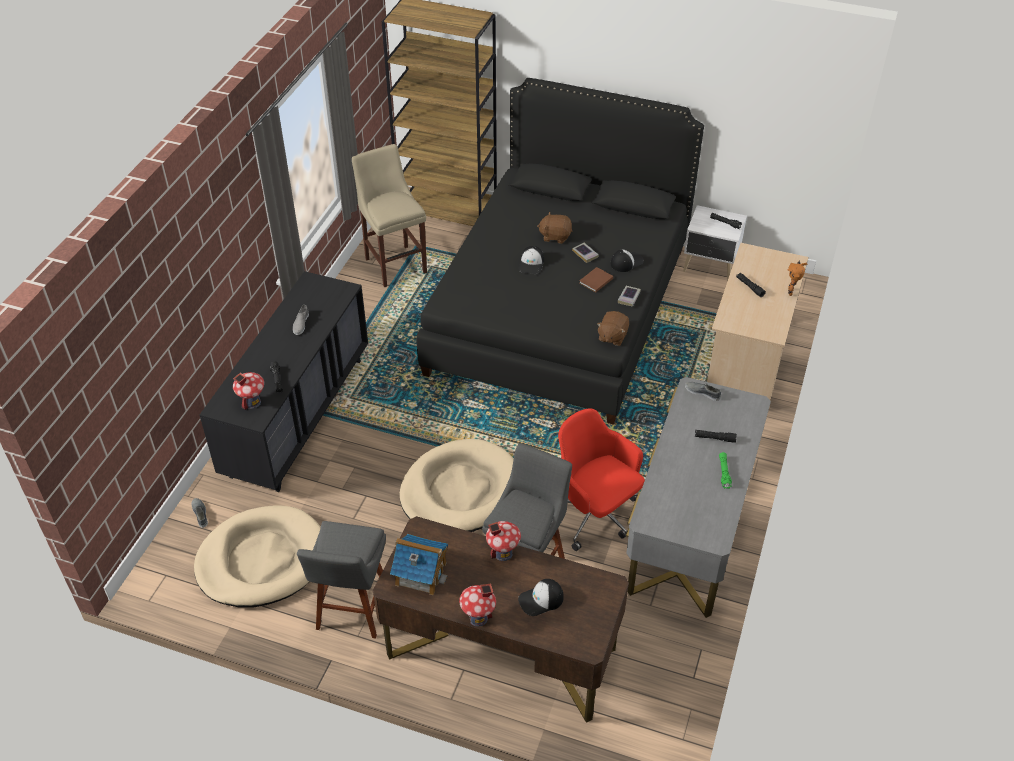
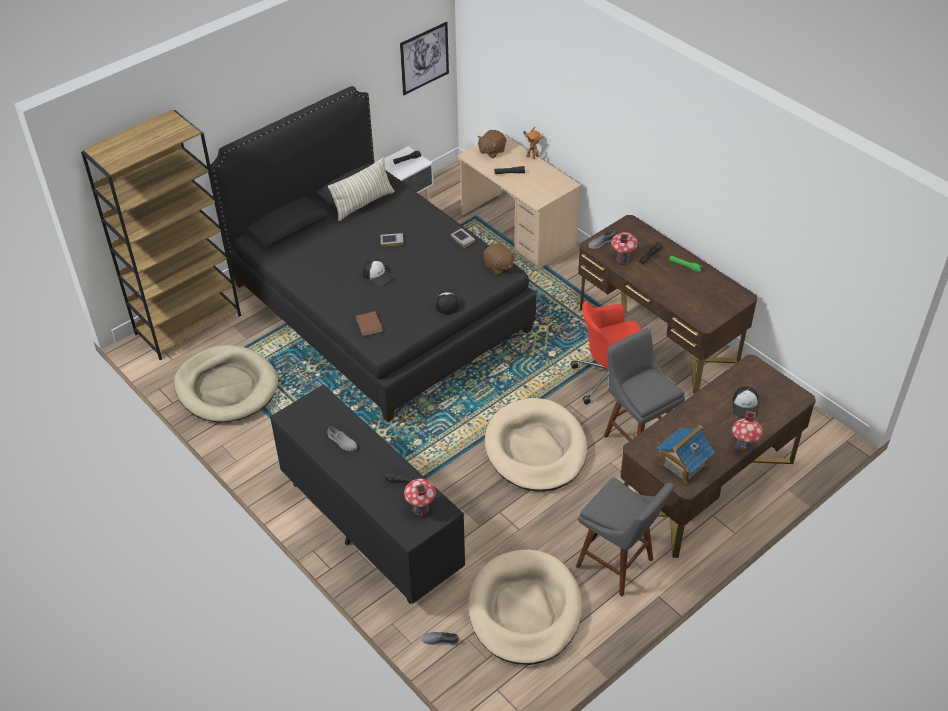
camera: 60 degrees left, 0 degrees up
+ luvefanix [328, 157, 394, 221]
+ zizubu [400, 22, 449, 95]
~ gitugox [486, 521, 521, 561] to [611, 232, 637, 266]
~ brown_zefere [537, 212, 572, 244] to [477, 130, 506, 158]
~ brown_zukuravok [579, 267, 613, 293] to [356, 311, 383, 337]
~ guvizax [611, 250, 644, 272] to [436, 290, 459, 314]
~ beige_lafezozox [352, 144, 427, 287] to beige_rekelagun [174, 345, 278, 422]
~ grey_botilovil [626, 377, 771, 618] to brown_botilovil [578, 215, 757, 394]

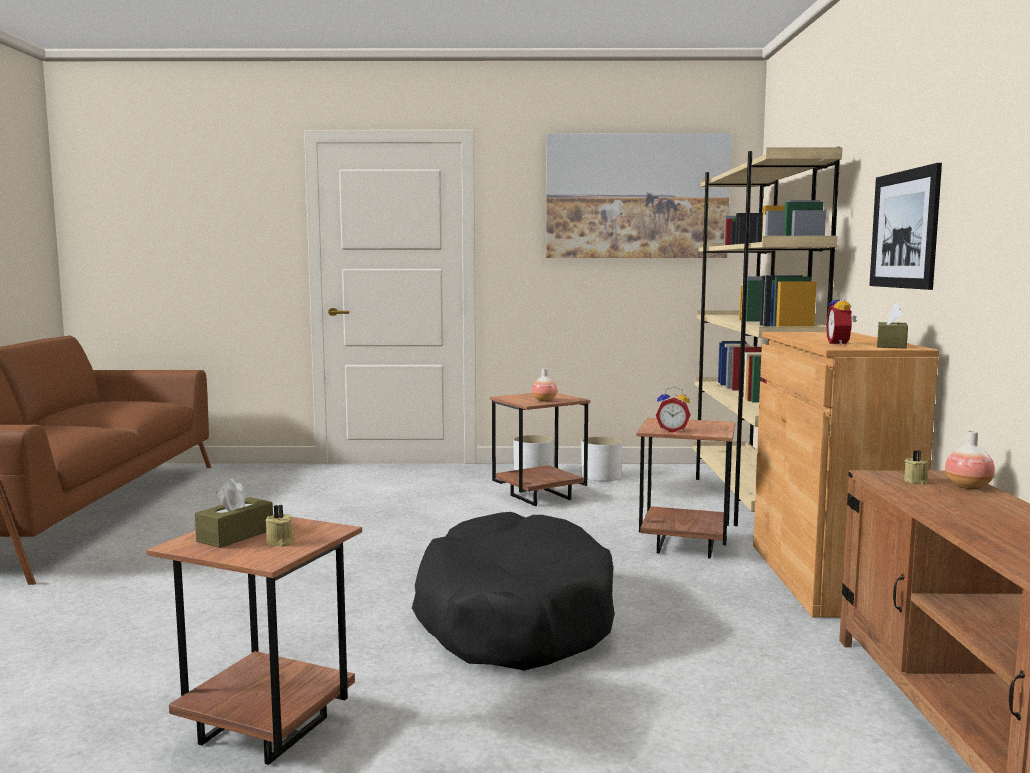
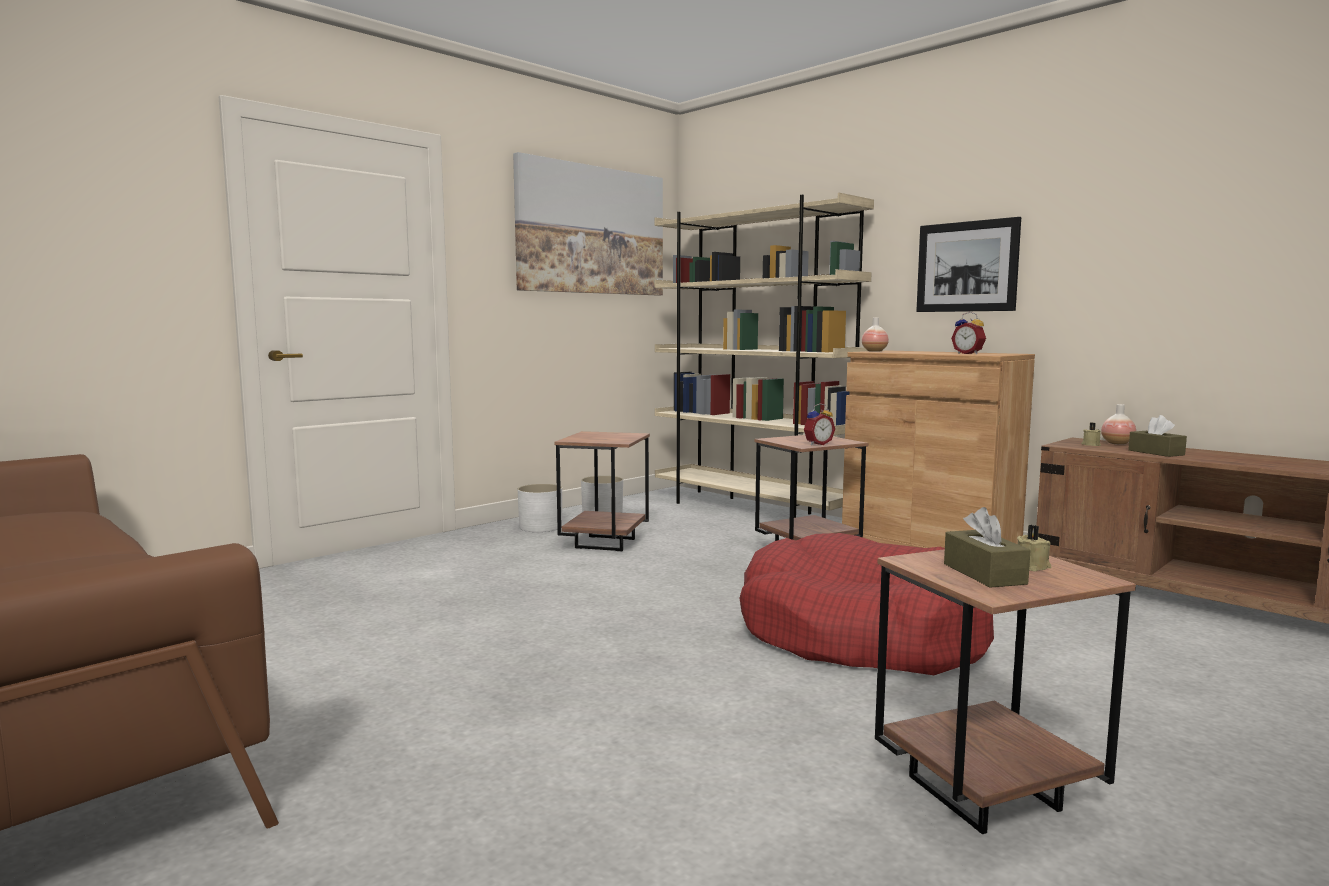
camera: 45 degrees left, 0 degrees up
~ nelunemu [532, 368, 557, 402] to [862, 317, 889, 352]
~ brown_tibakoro [877, 303, 908, 348] to [1128, 415, 1187, 457]
~ black_rekelagun [412, 512, 615, 671] to red_rekelagun [740, 533, 994, 675]

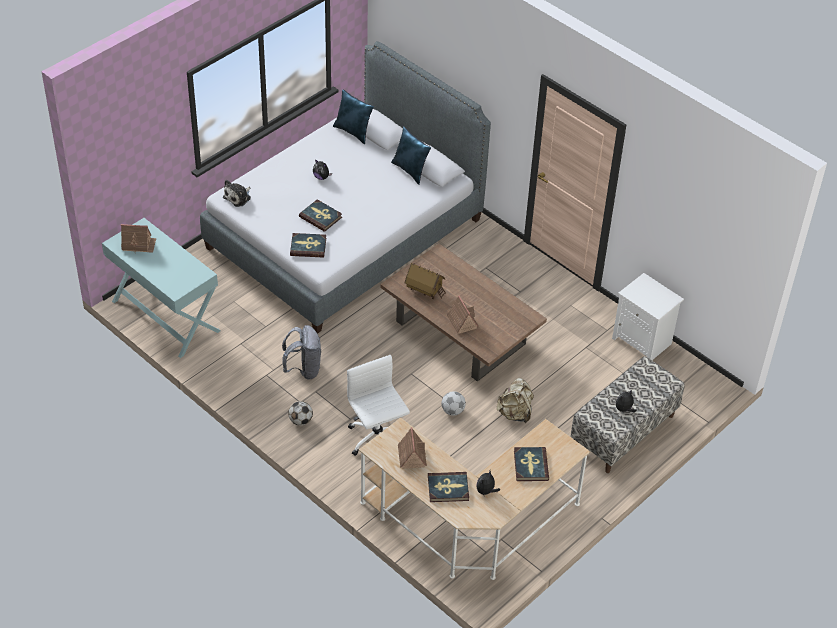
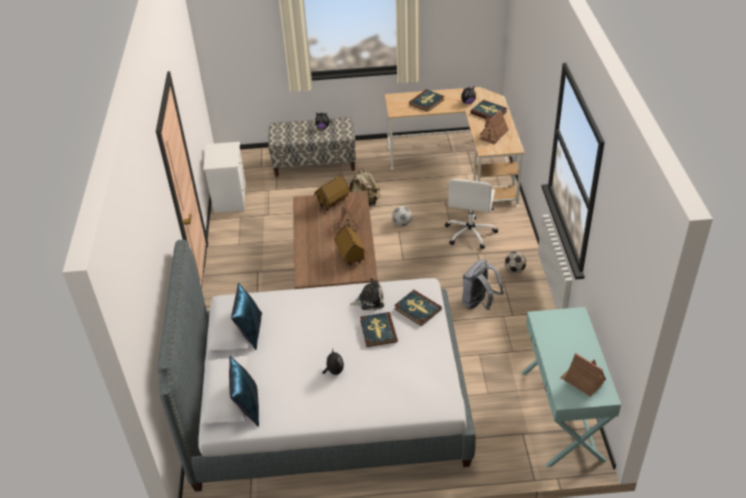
camera: 135 degrees left, 5 degrees down
+ gitugox [314, 174, 350, 215]
~ zefere [223, 180, 251, 207] to [350, 278, 384, 310]

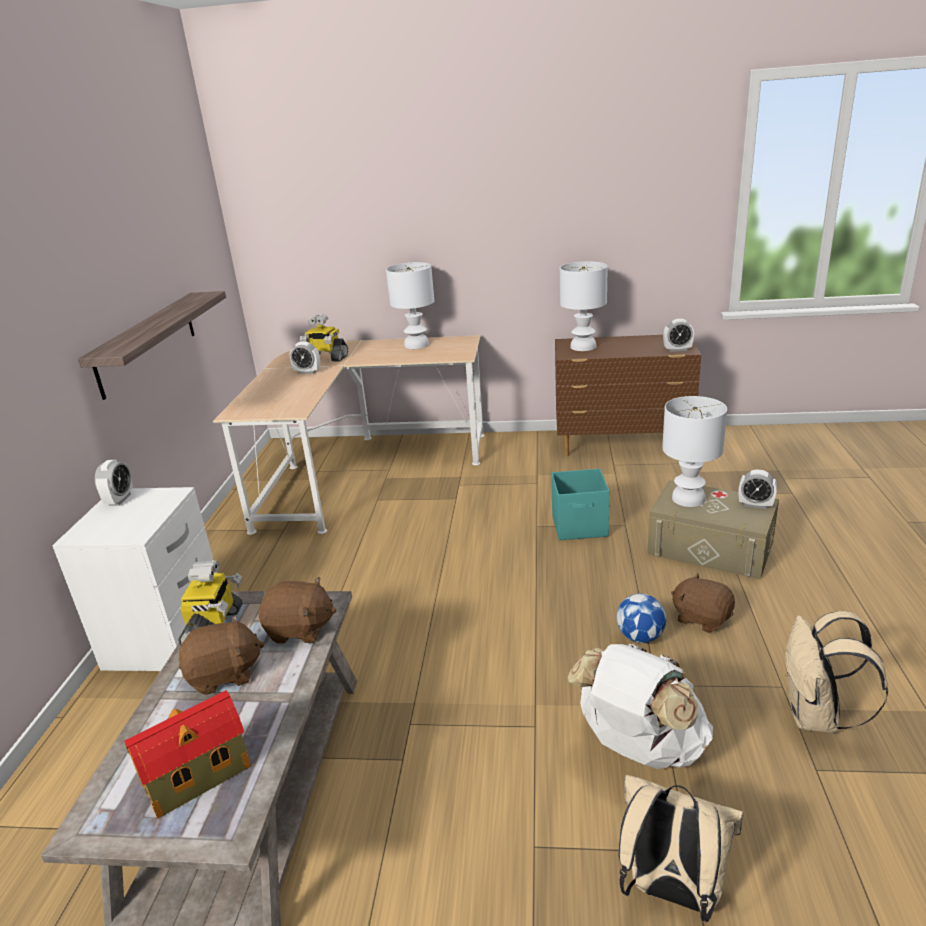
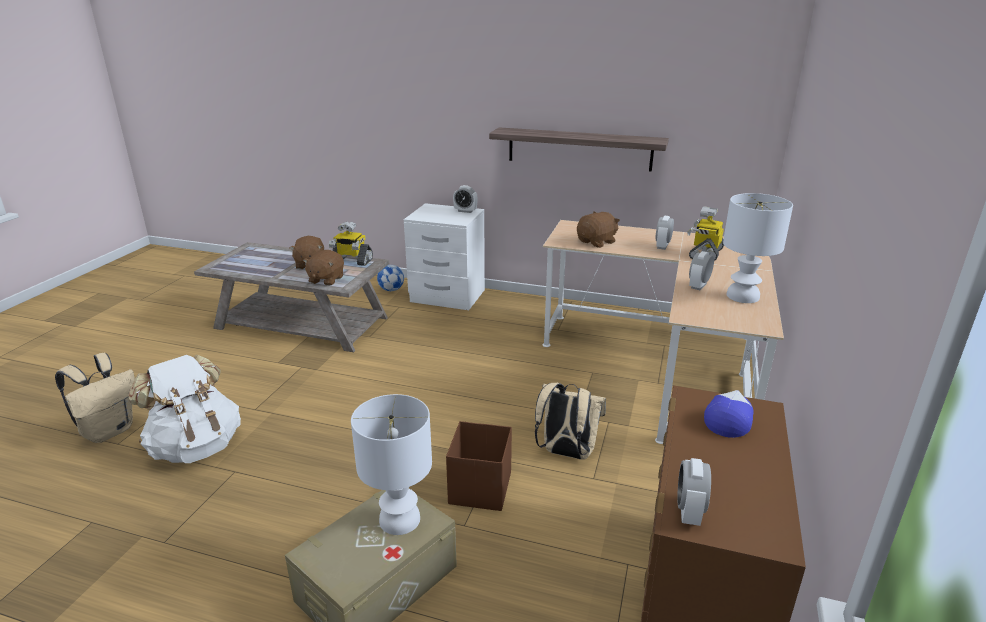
camera: 100 degrees right, 0 degrees up
- gitugox [124, 690, 251, 818]
~ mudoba [616, 593, 666, 643] to [377, 265, 404, 291]
~ brown_zefere [671, 573, 735, 633] to [577, 212, 620, 248]
~ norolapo [739, 469, 777, 509] to [689, 251, 714, 290]
~ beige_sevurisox [785, 611, 888, 733] to [535, 383, 606, 459]
~ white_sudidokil [560, 261, 608, 351] to guvizax [704, 390, 754, 438]
~ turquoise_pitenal [551, 469, 610, 540] to brown_pitenal [446, 421, 512, 511]

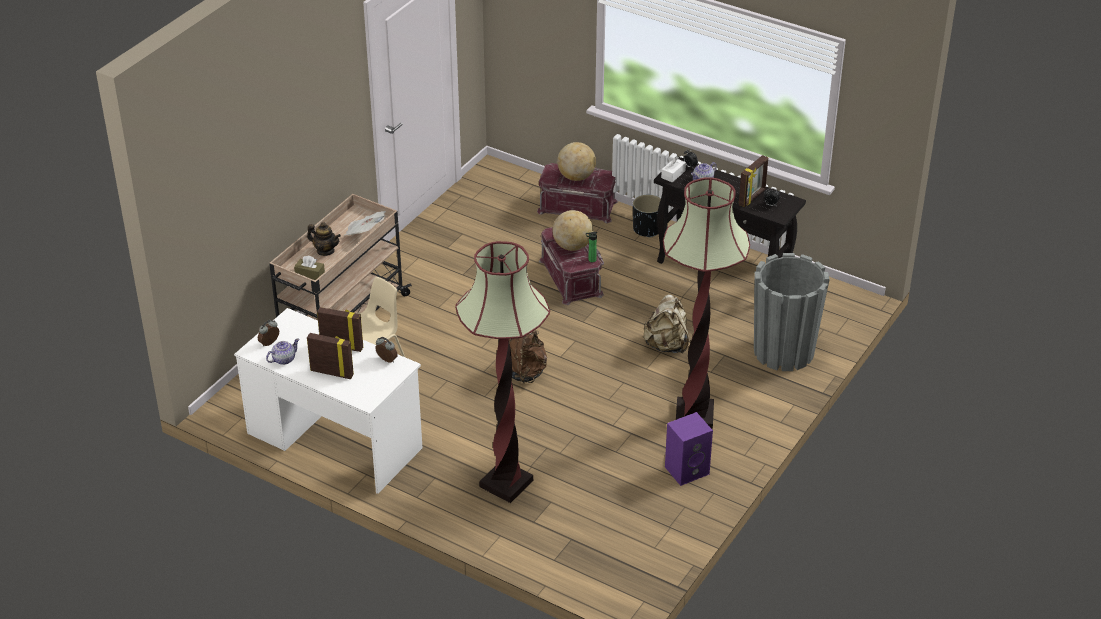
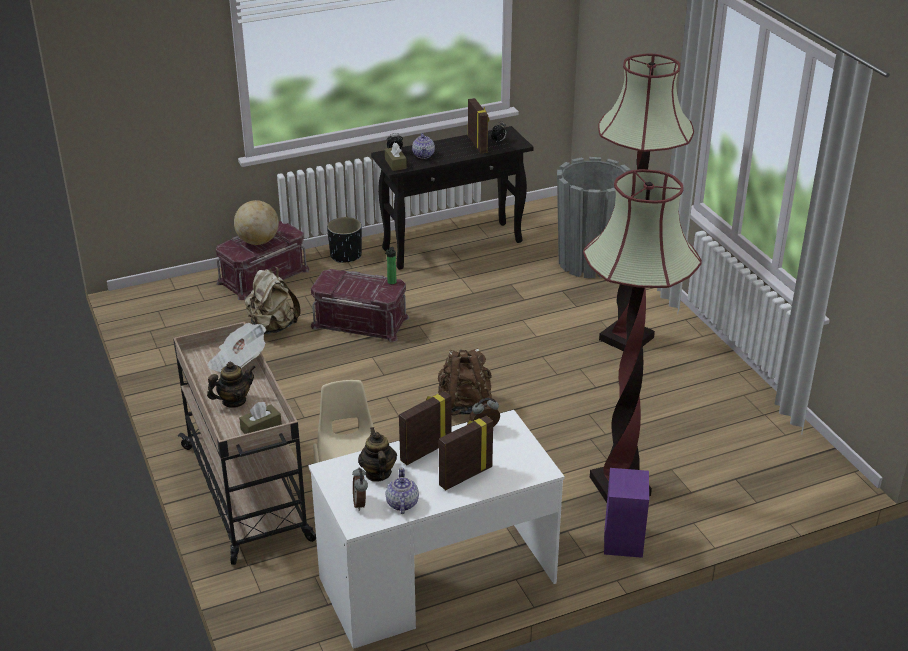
camera: 55 degrees left, 5 degrees down
- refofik [553, 210, 593, 251]
+ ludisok [358, 427, 397, 482]
~ beige_sevurisox [643, 294, 689, 354] to [245, 267, 301, 334]
~ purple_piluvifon [665, 412, 713, 486] to [604, 468, 649, 558]
~ white_tibakoro [661, 157, 686, 182] to brown_tibakoro [385, 143, 407, 171]

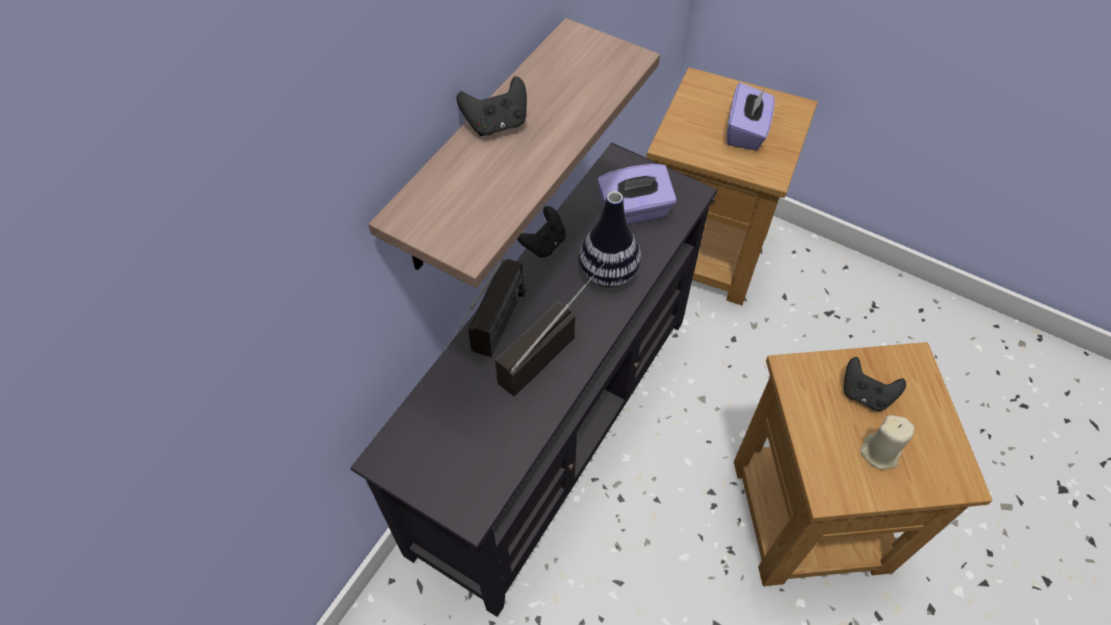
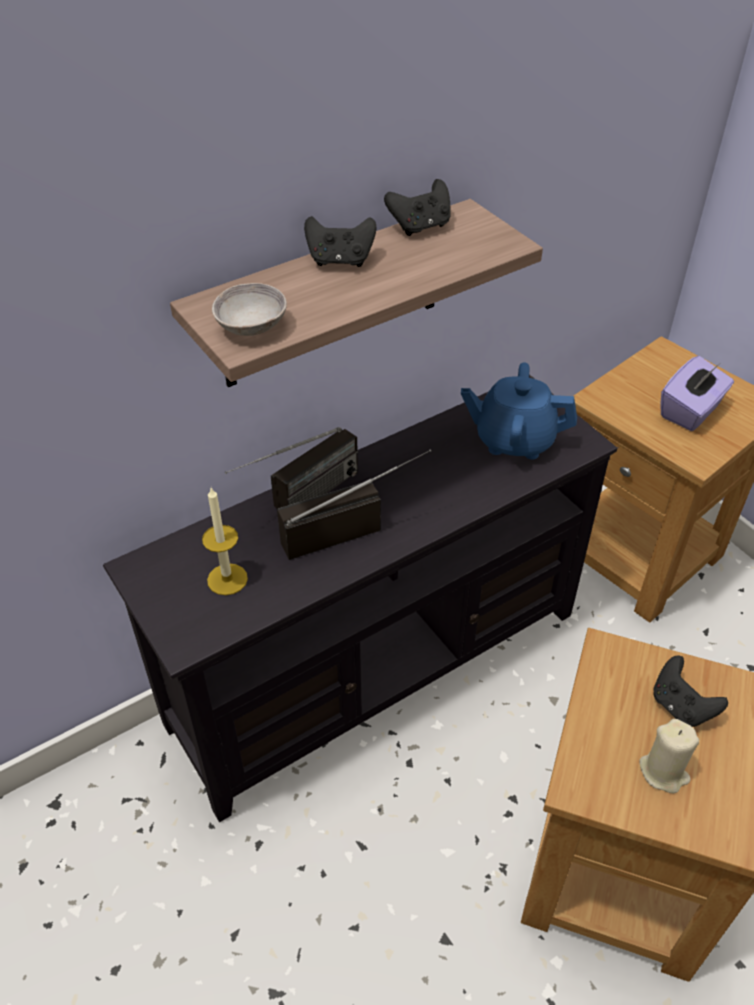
camera: 25 degrees right, 10 degrees down
- nelunemu [578, 191, 641, 288]
+ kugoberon [202, 488, 248, 595]
+ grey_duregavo [212, 283, 287, 336]
~ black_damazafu [517, 206, 566, 258] to [384, 179, 451, 236]
~ purple_tibakoro [597, 164, 677, 225] to blue_ludisok [461, 362, 577, 460]

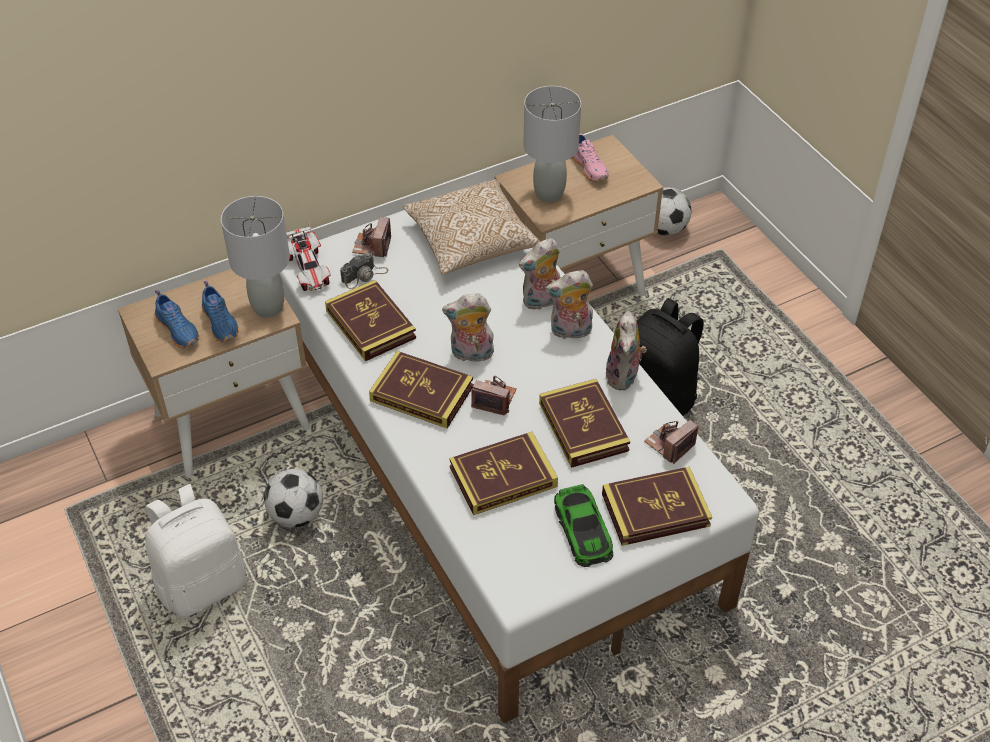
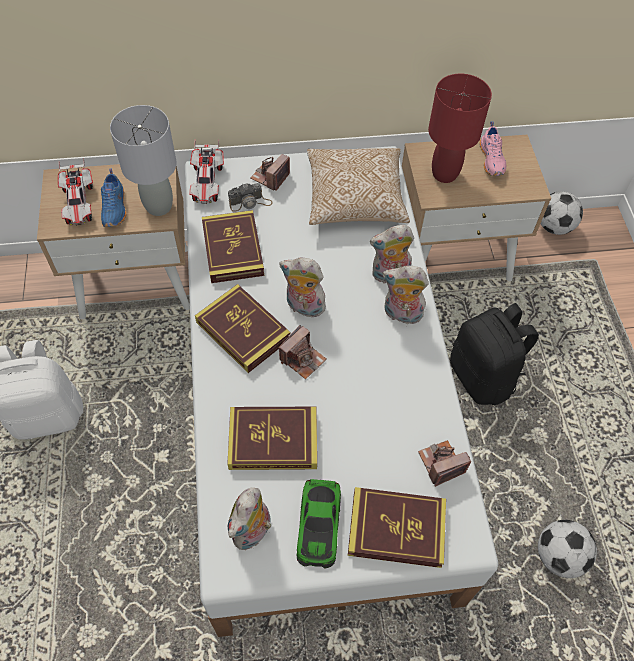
camera: 20 degrees right, 10 degrees up
- zukuravok [539, 379, 630, 468]
~ mudoba [264, 469, 323, 528] to [538, 520, 597, 578]
~ zefere [605, 311, 647, 390] to [228, 487, 271, 550]
~ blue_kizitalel [155, 290, 199, 348] to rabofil [58, 158, 93, 226]
~ grey_sudidokil [523, 86, 581, 202] to red_sudidokil [428, 74, 492, 183]
~ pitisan [471, 376, 516, 415] = [279, 325, 326, 379] 90 degrees clockwise

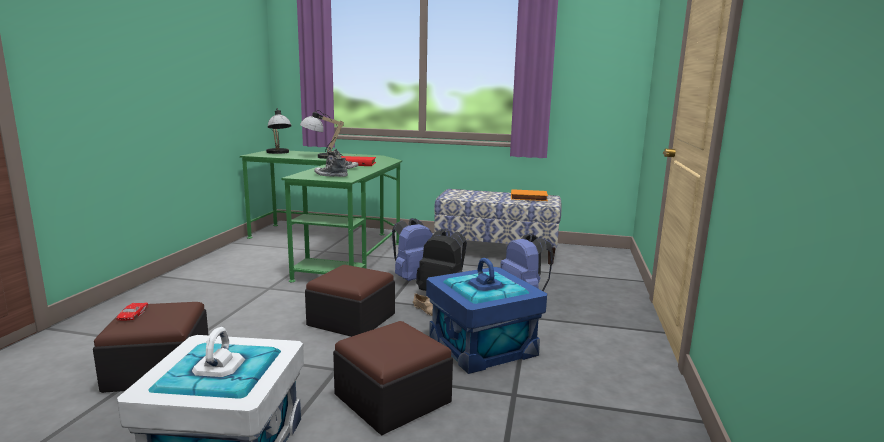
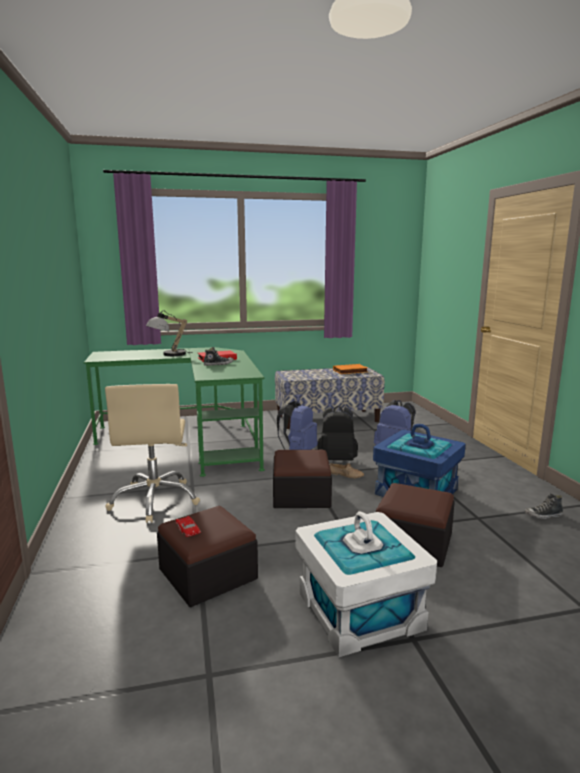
camera: 25 degrees left, 0 degrees up
- sudidokil [266, 108, 292, 154]
+ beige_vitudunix [105, 384, 200, 523]
~ kizitalel [314, 154, 348, 177] to [525, 493, 563, 519]

